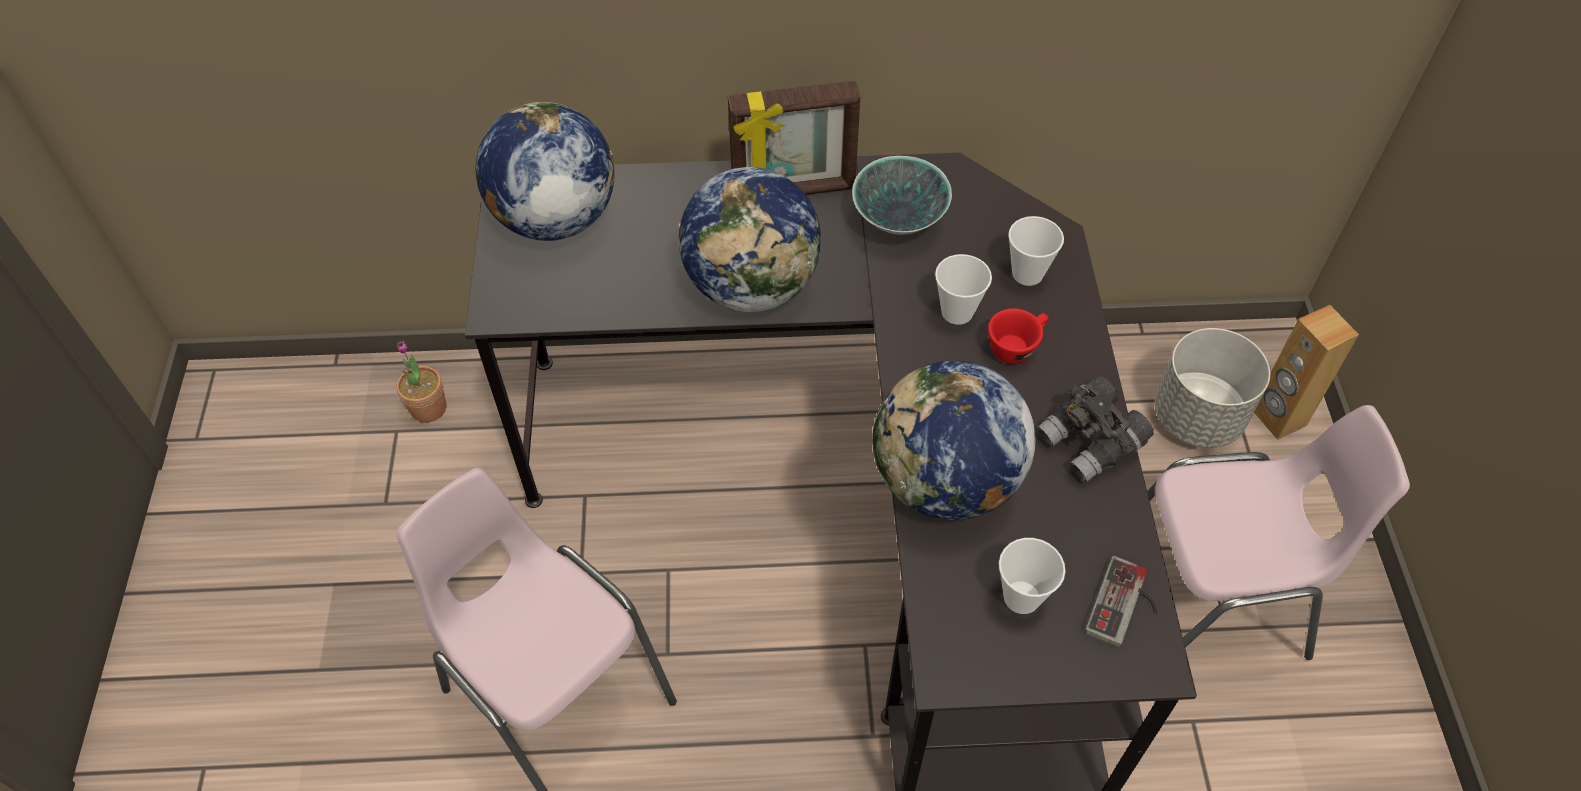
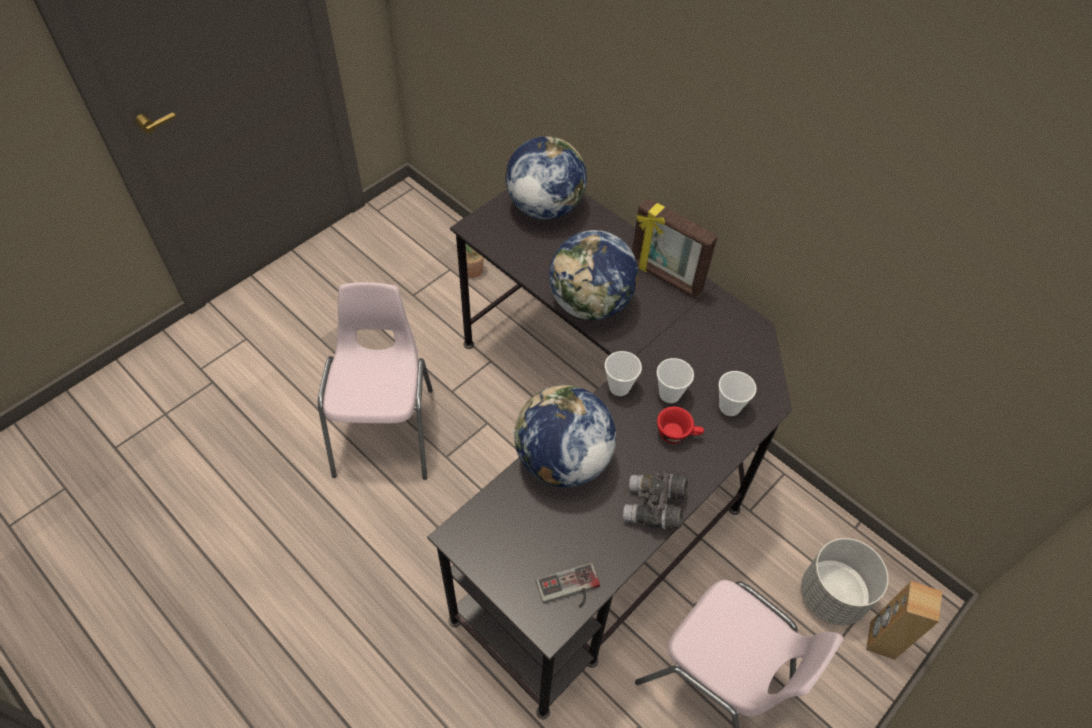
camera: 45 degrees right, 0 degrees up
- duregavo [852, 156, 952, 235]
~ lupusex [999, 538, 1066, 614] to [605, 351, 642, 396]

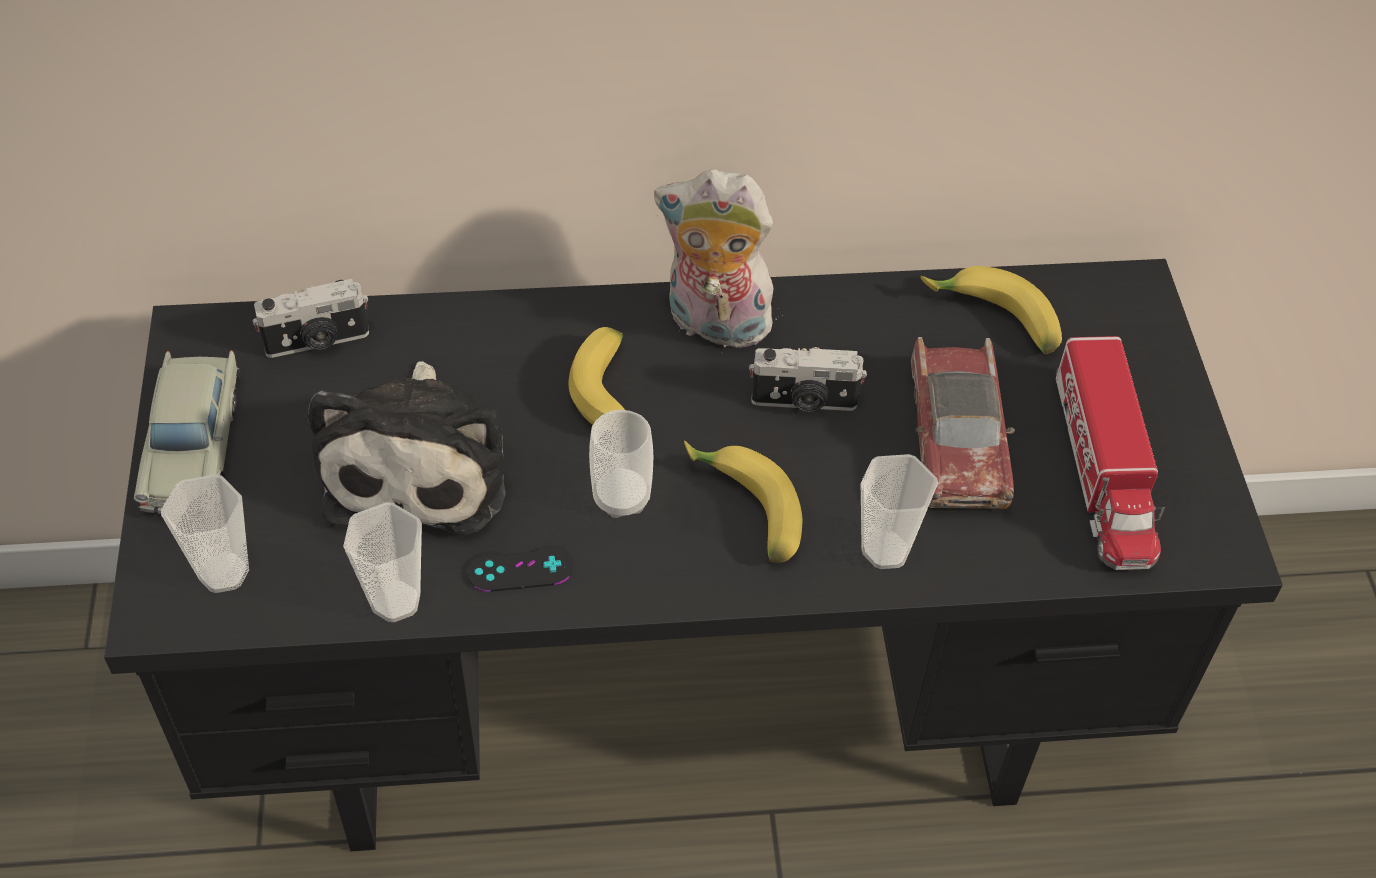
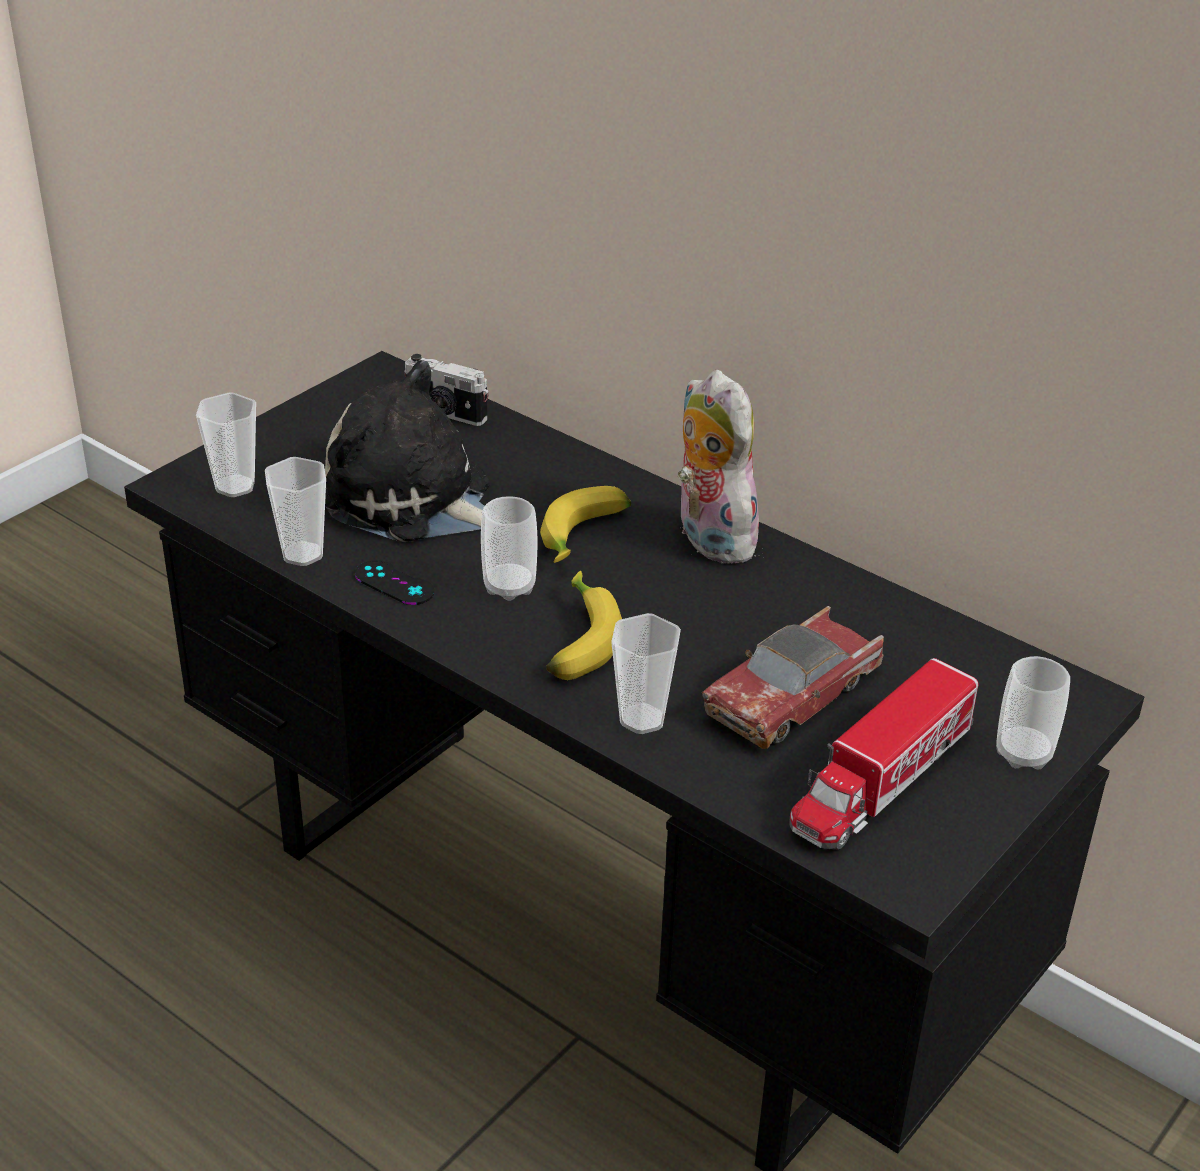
camera: 45 degrees right, 15 degrees down
- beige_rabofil [134, 350, 240, 516]
- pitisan [749, 347, 867, 412]
- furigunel [921, 266, 1062, 354]
+ lupusex [996, 656, 1070, 770]
~ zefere [308, 361, 505, 535] = [325, 360, 490, 542] 75 degrees clockwise

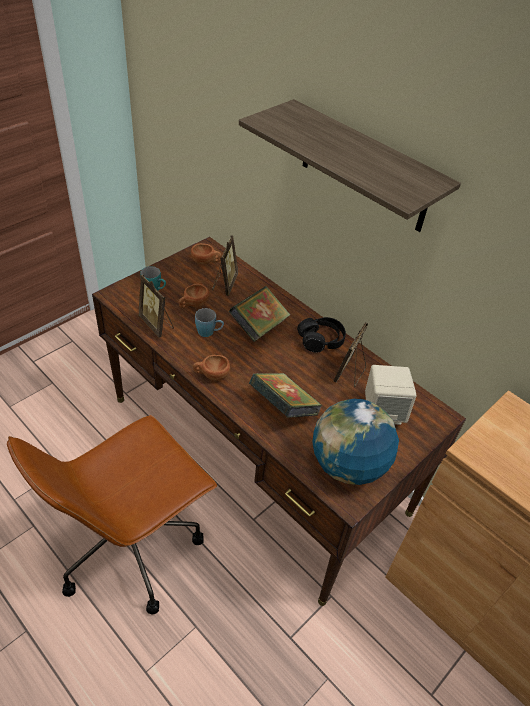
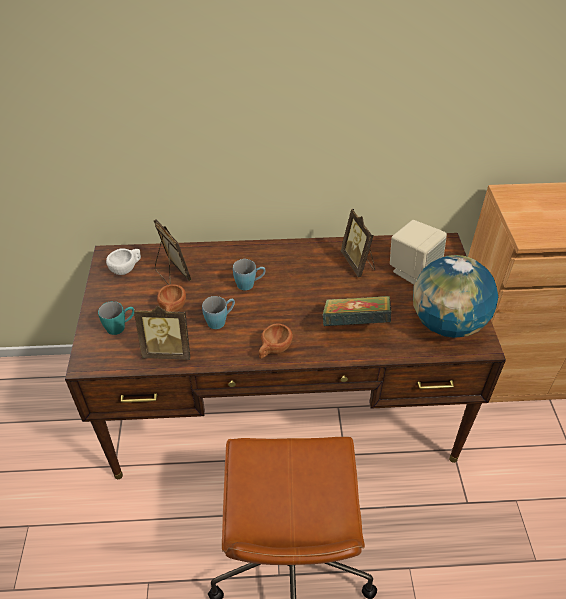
camera: 45 degrees left, 0 degrees up
- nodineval [239, 99, 461, 232]
- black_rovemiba [297, 317, 346, 353]
~ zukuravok [229, 286, 290, 342] to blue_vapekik [233, 259, 266, 290]
~ brown_lupusex [191, 243, 221, 264] to white_lupusex [106, 248, 141, 275]

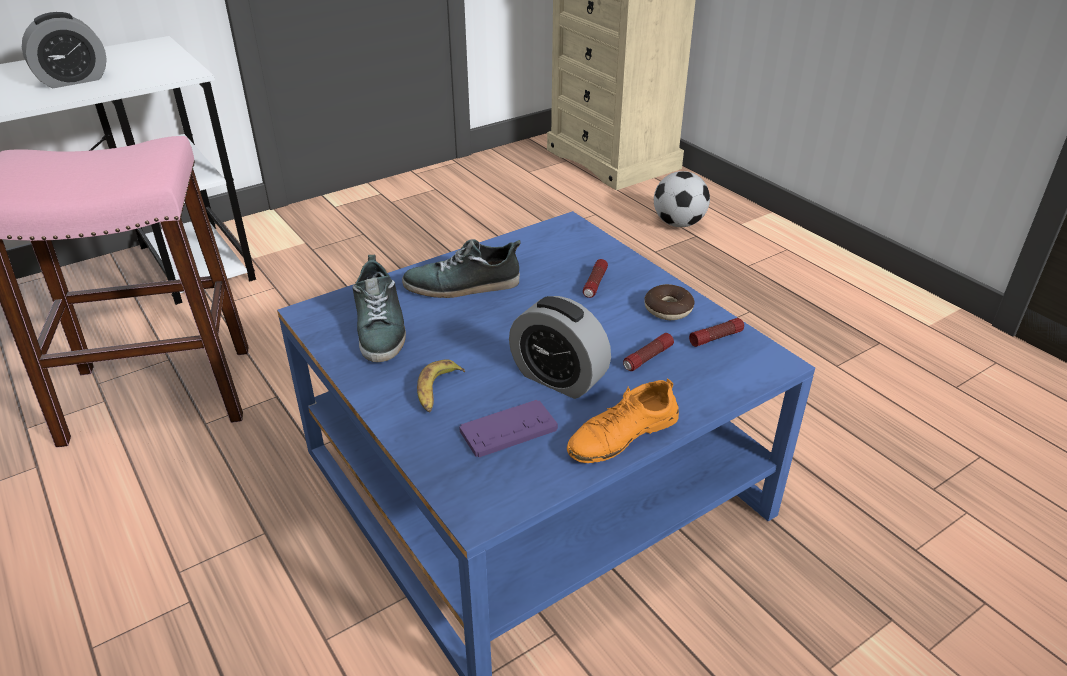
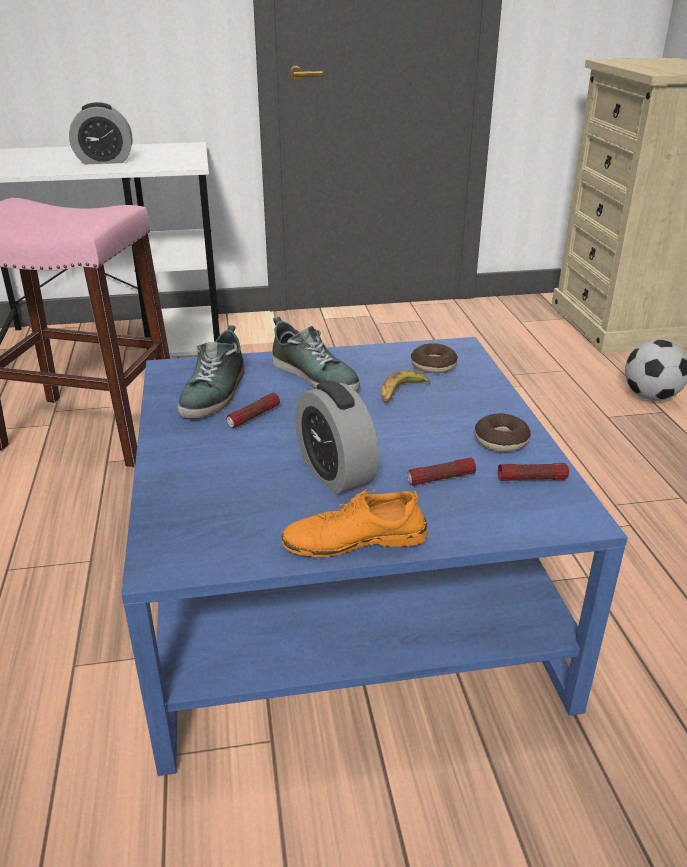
camera: 25 degrees right, 5 degrees down
- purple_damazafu [459, 400, 558, 457]
+ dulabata [411, 344, 458, 373]
~ furigunel [417, 359, 465, 413] to [381, 370, 431, 403]
~ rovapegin [583, 259, 608, 298] to [227, 393, 280, 428]
~ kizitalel [402, 239, 520, 298] = [272, 317, 360, 392] 150 degrees counterclockwise

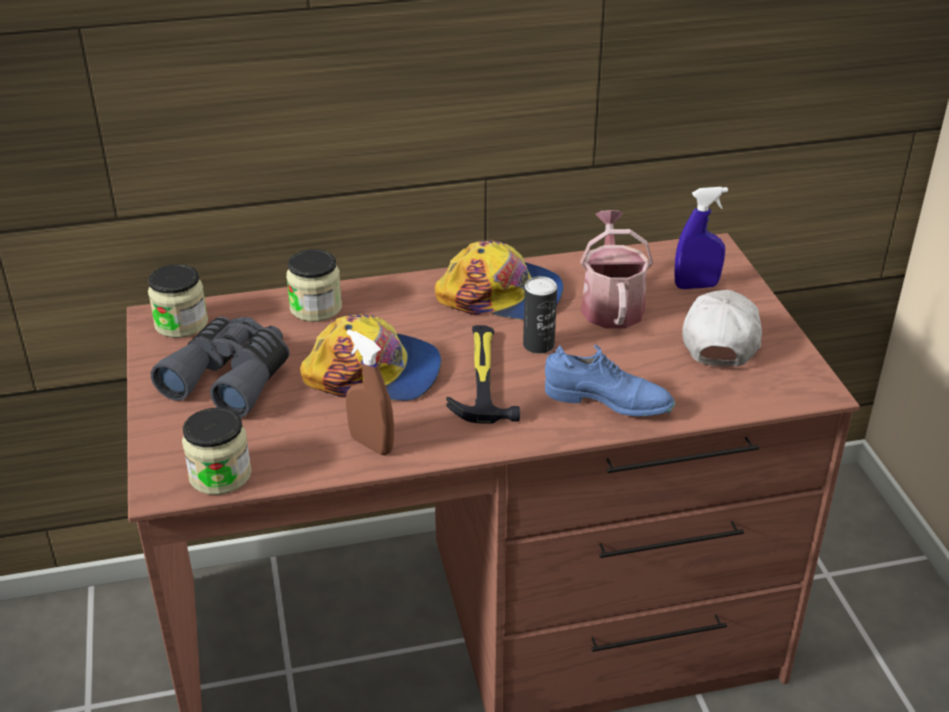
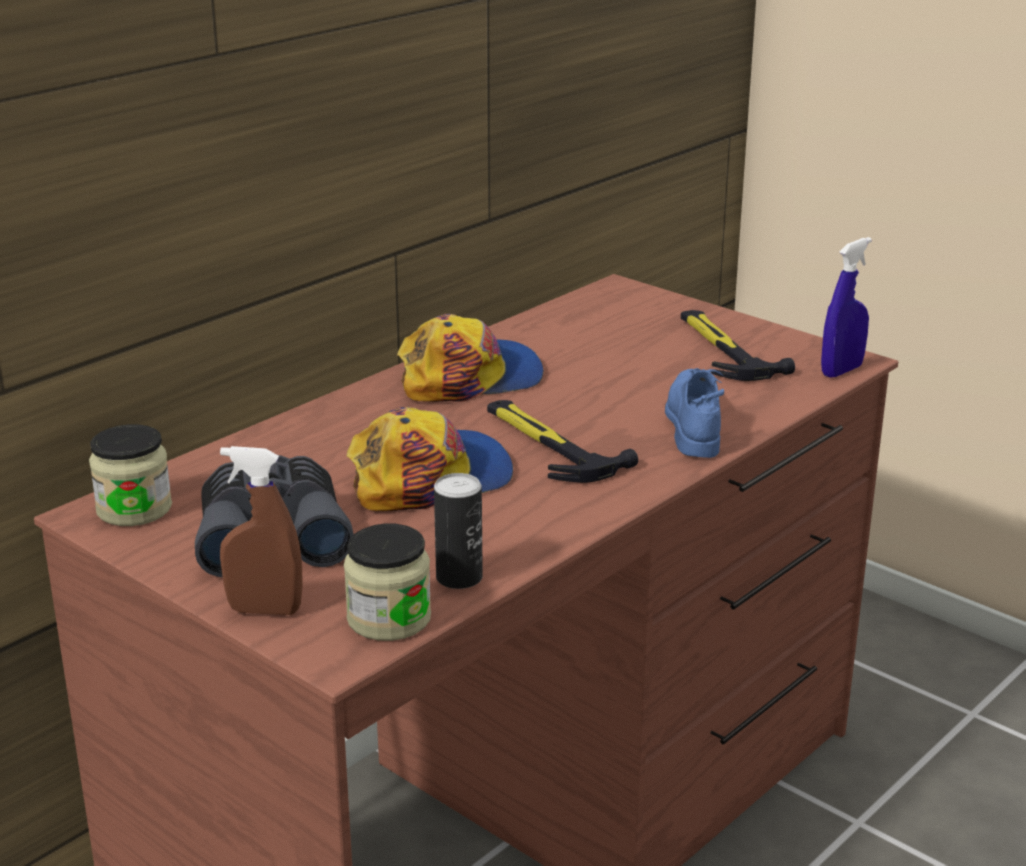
camera: 35 degrees left, 10 degrees down
- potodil [286, 249, 342, 322]
- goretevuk [580, 210, 653, 329]
~ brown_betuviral [346, 329, 394, 455] to [220, 446, 303, 615]
~ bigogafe [523, 276, 557, 354] to [434, 473, 483, 589]
~ blue_betuviral [674, 187, 728, 289] to [821, 237, 872, 378]
~ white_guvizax [682, 290, 762, 366] to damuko [681, 310, 795, 381]
~ blue_kizitalel [545, 345, 675, 416] = [665, 368, 725, 458] 75 degrees counterclockwise

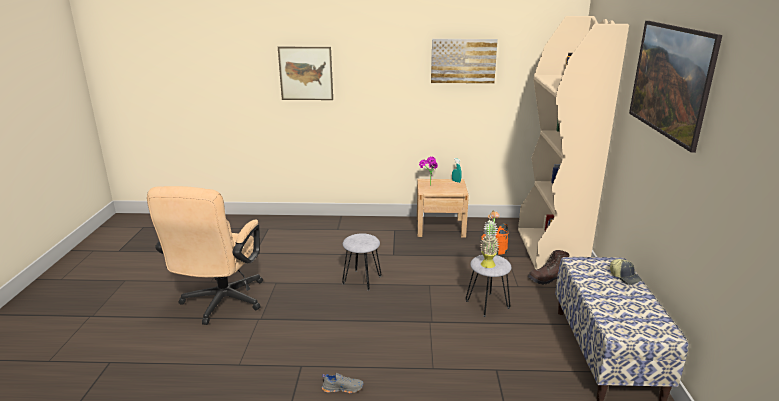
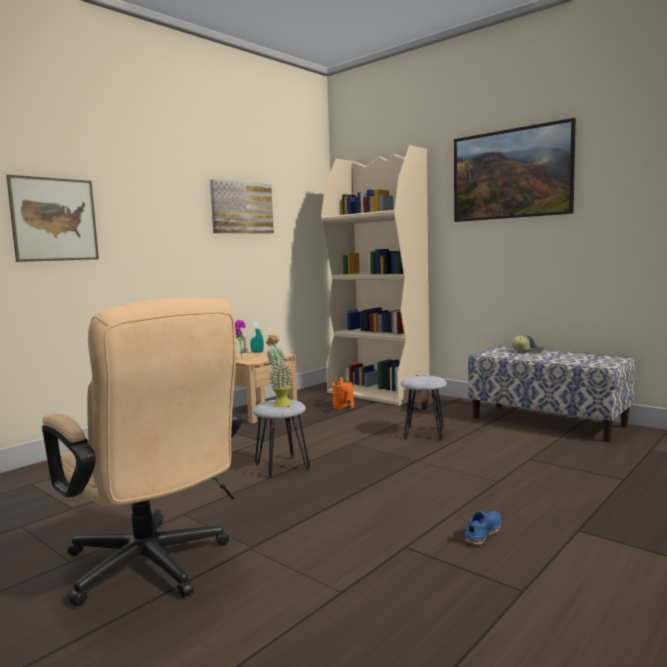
camera: 50 degrees left, 15 degrees down
~ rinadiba [480, 210, 499, 268] to [266, 334, 293, 407]
~ grey_kizitalel [322, 373, 363, 393] to blue_kizitalel [465, 511, 501, 545]

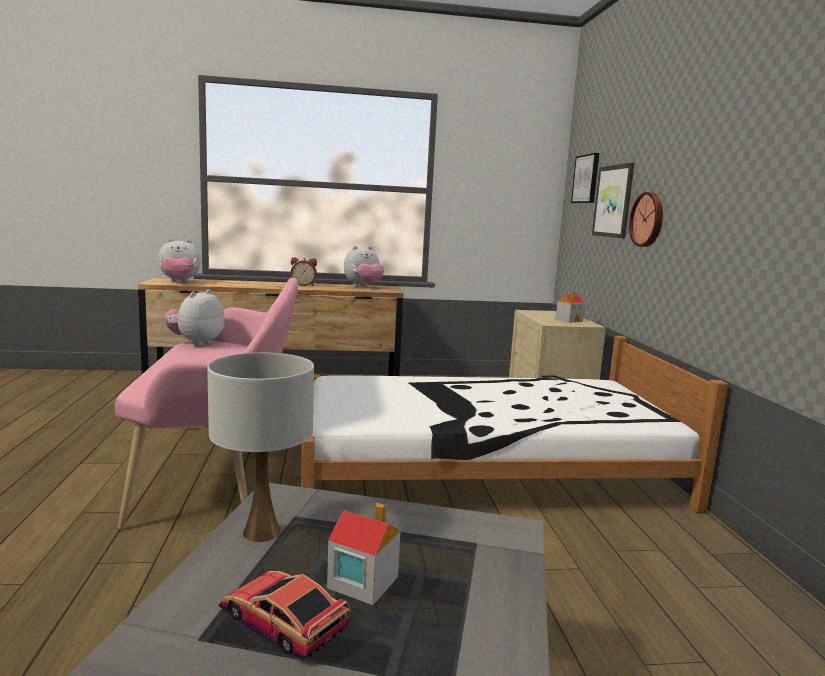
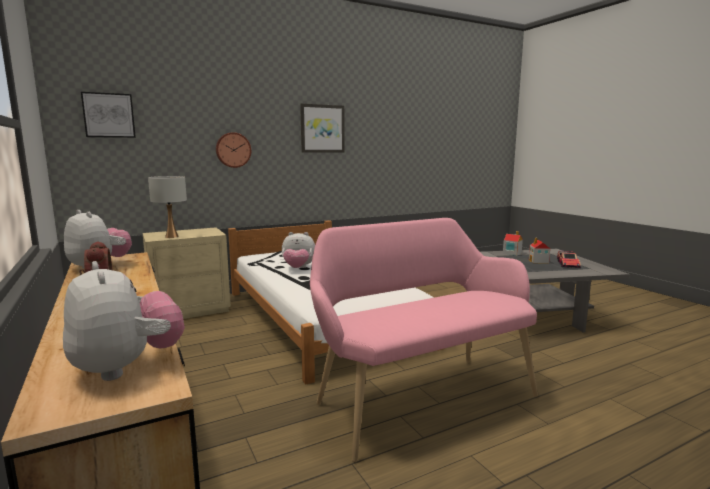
camera: 110 degrees left, 0 degrees up
~ zefere [164, 289, 225, 346] to [282, 232, 315, 268]
~ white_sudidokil [207, 353, 314, 542] to [148, 176, 187, 238]
~ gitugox [556, 292, 585, 323] to [503, 231, 523, 256]
~ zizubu [592, 163, 634, 239] to [300, 103, 345, 153]

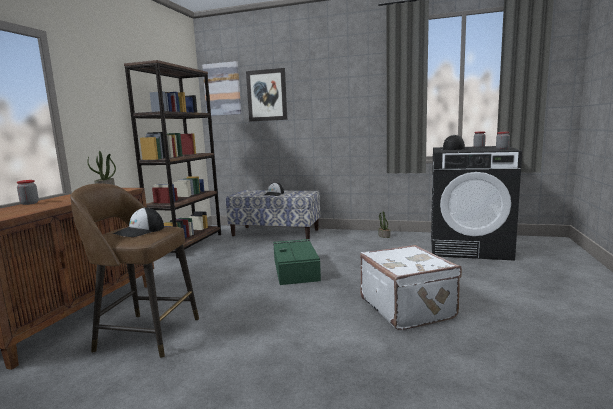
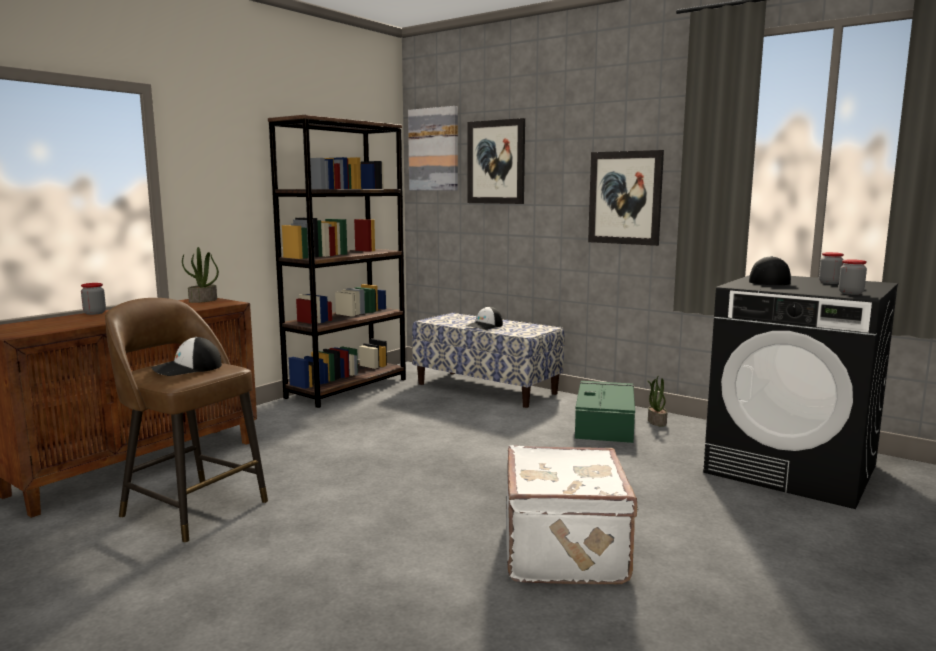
camera: 20 degrees right, 0 degrees up
+ zizubu [588, 150, 664, 246]
~ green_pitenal [273, 239, 321, 285] to [575, 381, 635, 443]

